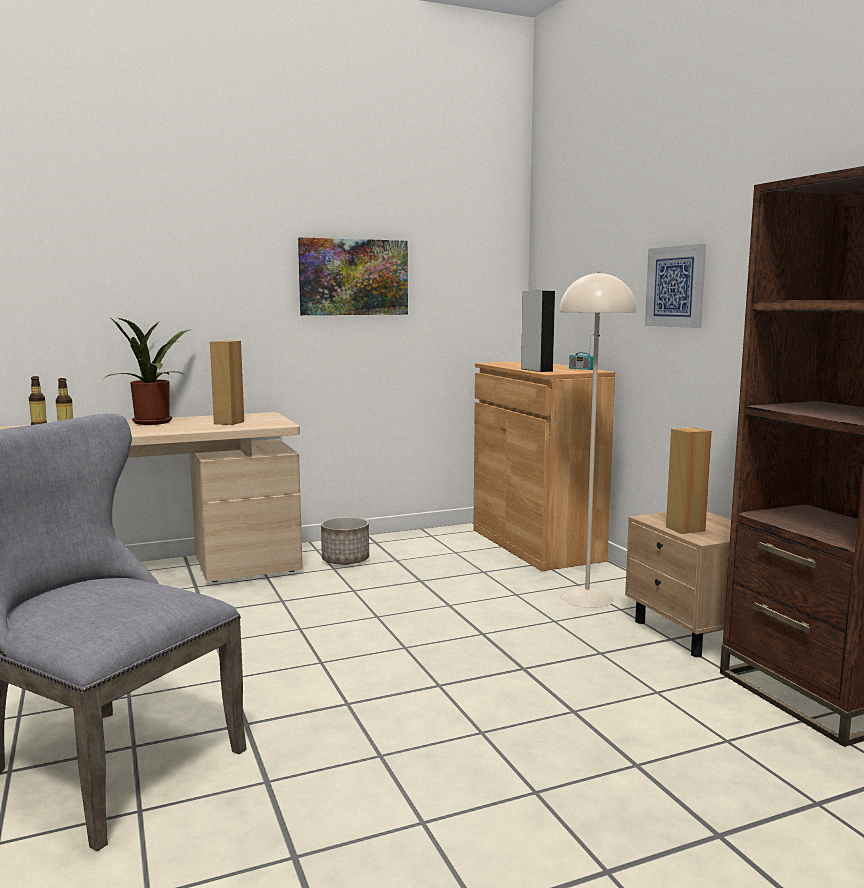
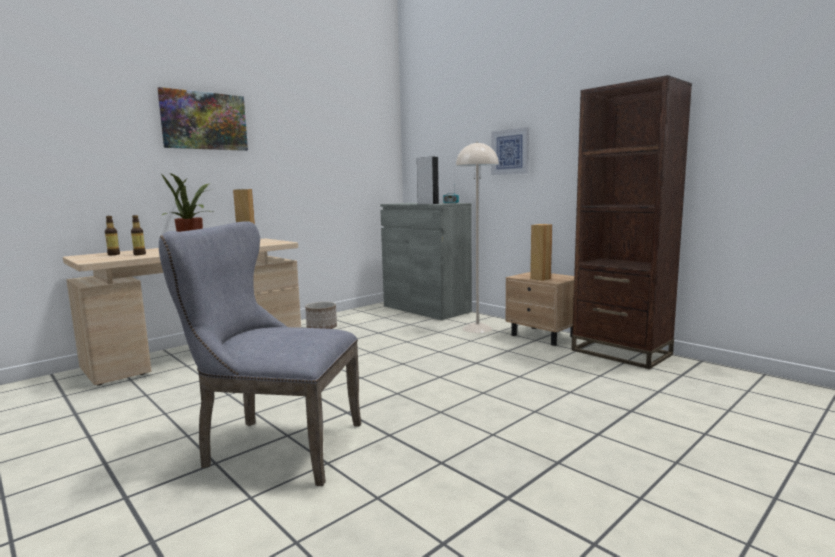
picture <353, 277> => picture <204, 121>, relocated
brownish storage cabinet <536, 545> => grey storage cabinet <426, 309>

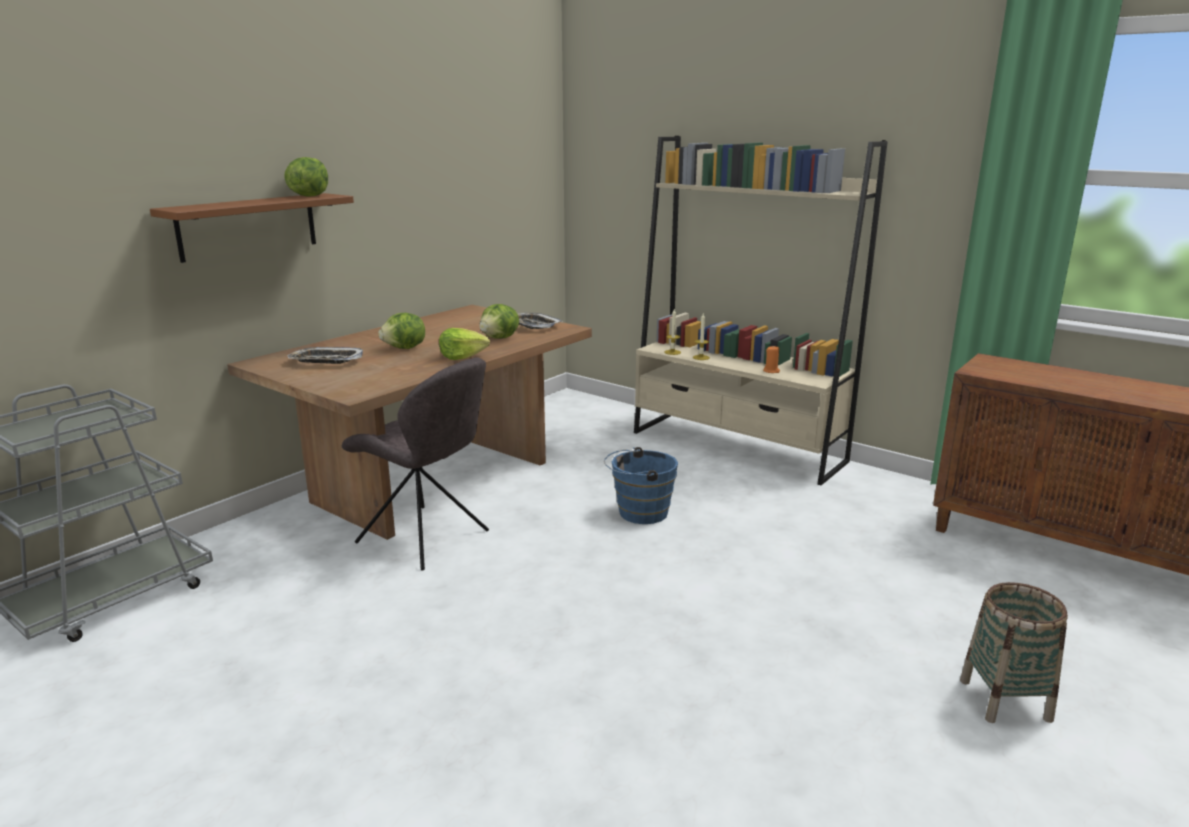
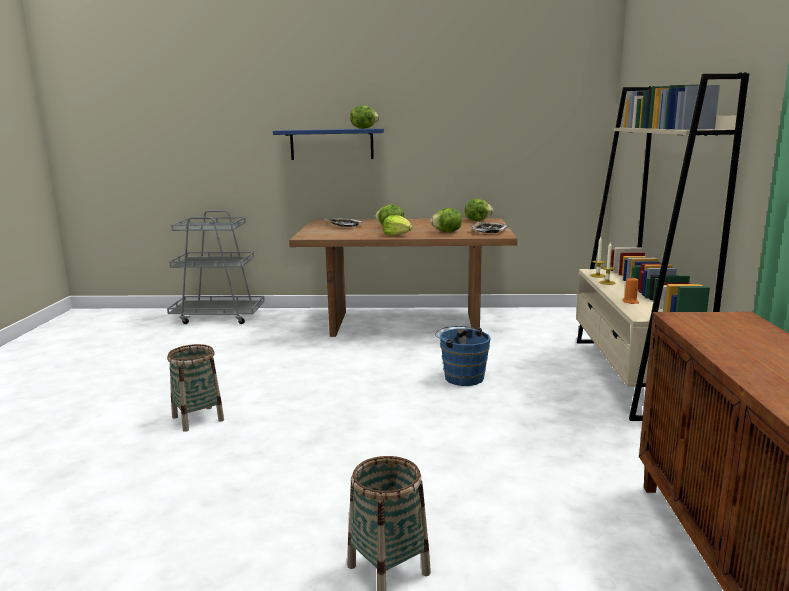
brownish bracket shelf <248, 226> => bluish bracket shelf <331, 144>
grey plain chair <426, 538> => nothing
nothing => lettuce <477, 220>
nothing => household basket <197, 418>

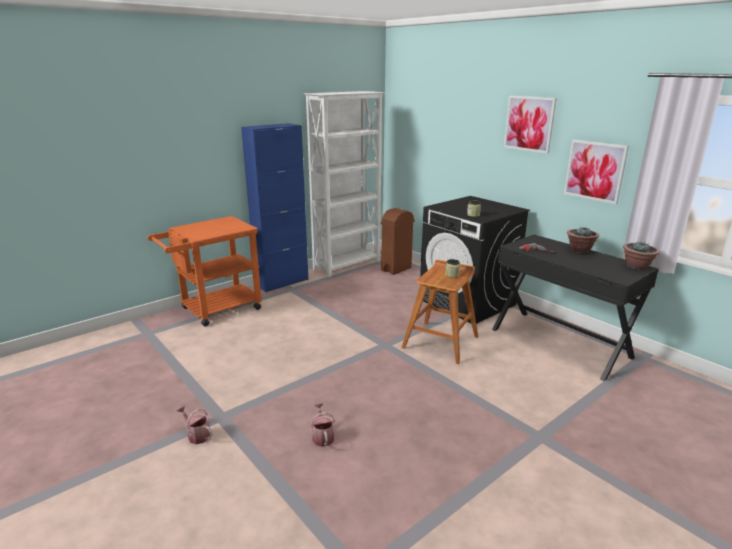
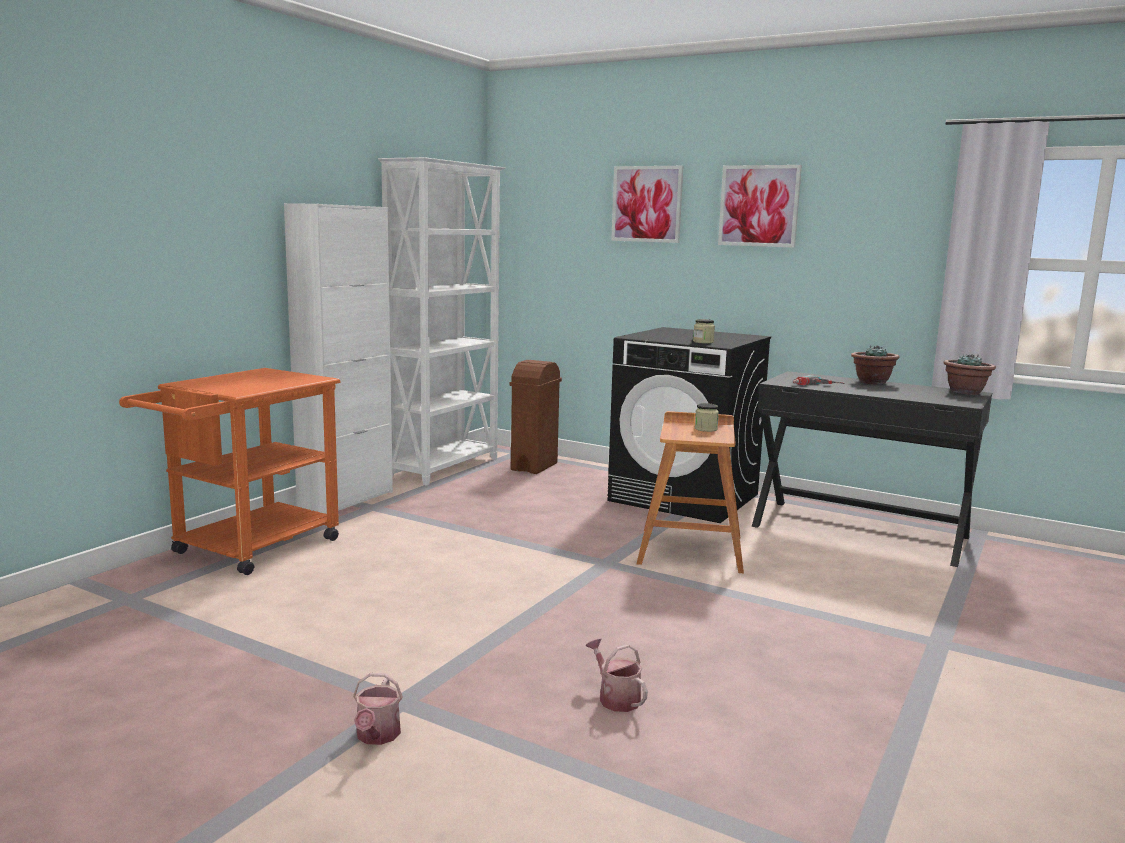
bluish storage cabinet <282, 282> => white storage cabinet <346, 499>
picture <595, 171> => picture <647, 204>, relocated
watering can <197, 435> => watering can <377, 736>, 105 degrees counterclockwise

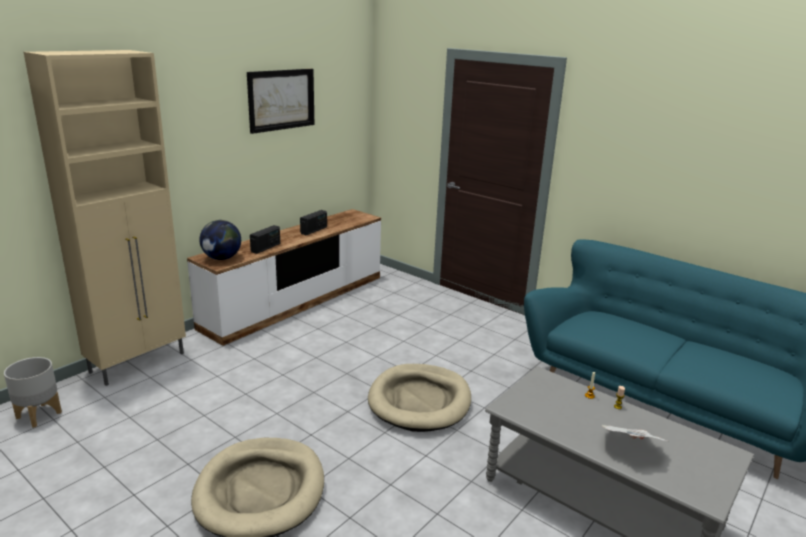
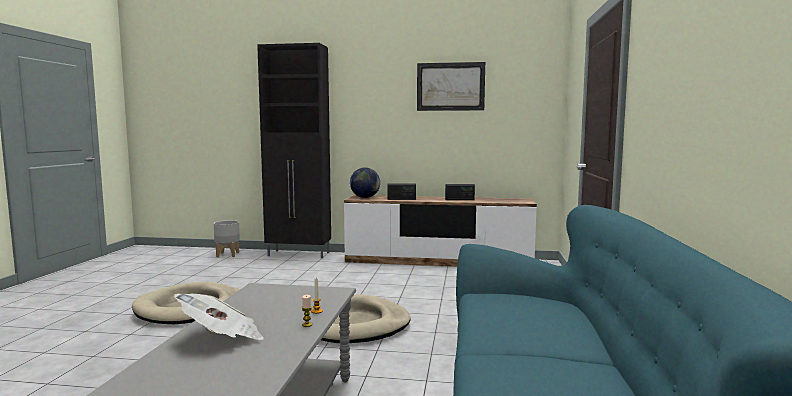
sand-coloured storage cabinet <139, 362> => black-coloured storage cabinet <299, 254>

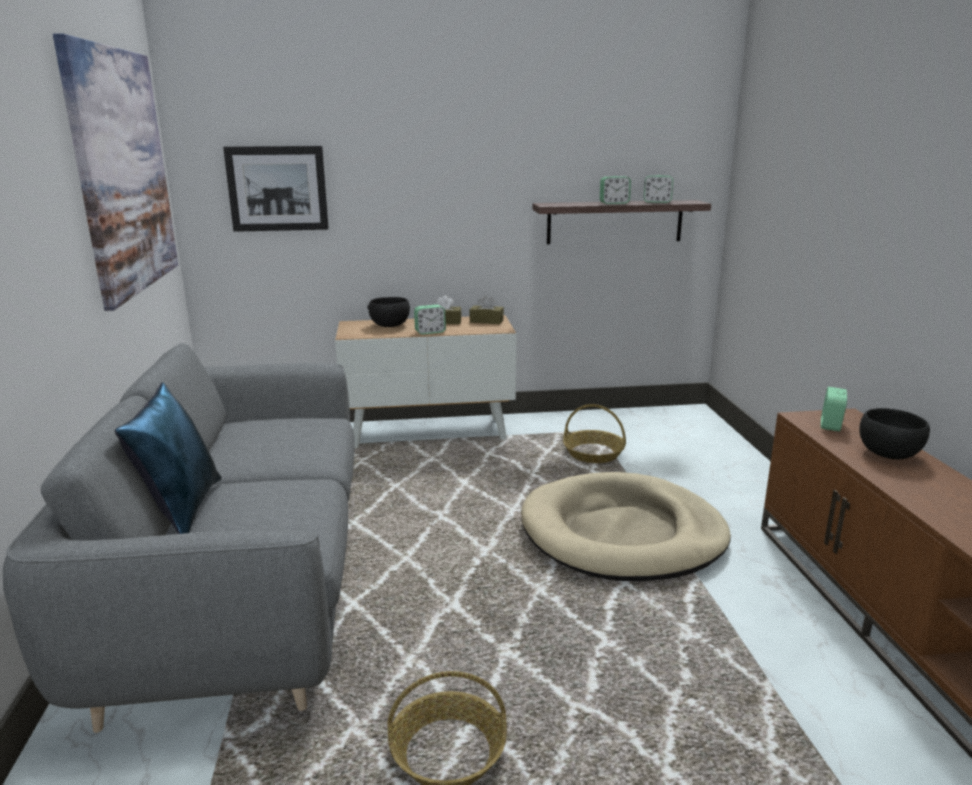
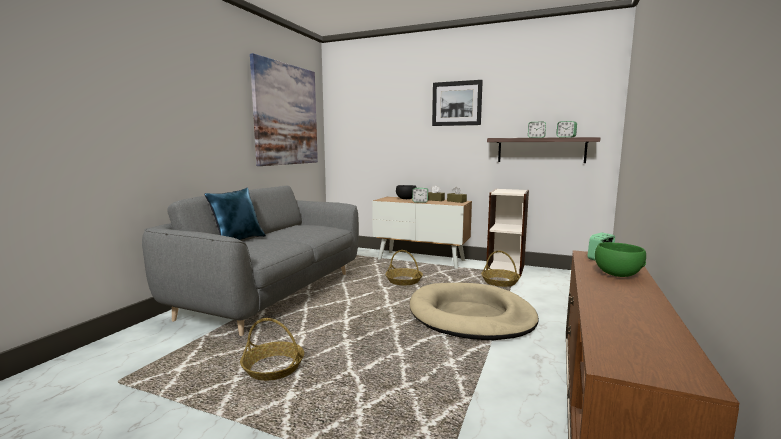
picture <277, 188> => picture <456, 103>, relocated
black-coloured serving bowl <888, 454> => green serving bowl <617, 274>
nothing => shelving unit <505, 268>
nothing => household basket <404, 281>

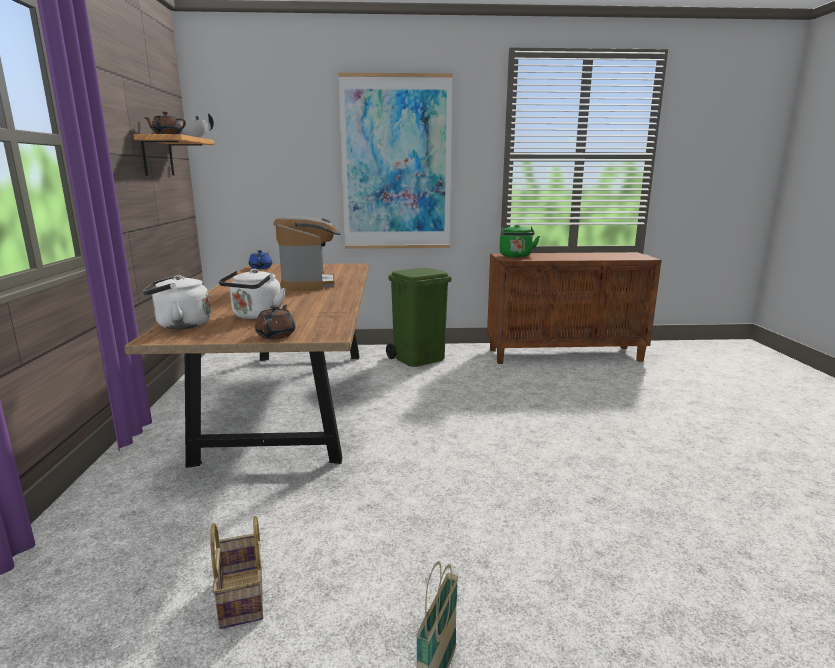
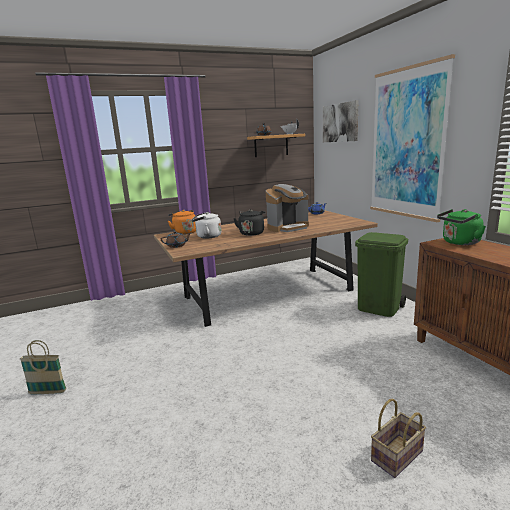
white tea kettle <180, 325> => orange tea kettle <184, 232>
household basket <243, 597> => household basket <397, 457>, relocated
nothing => picture <340, 122>
nothing => black-coloured tea kettle <252, 233>

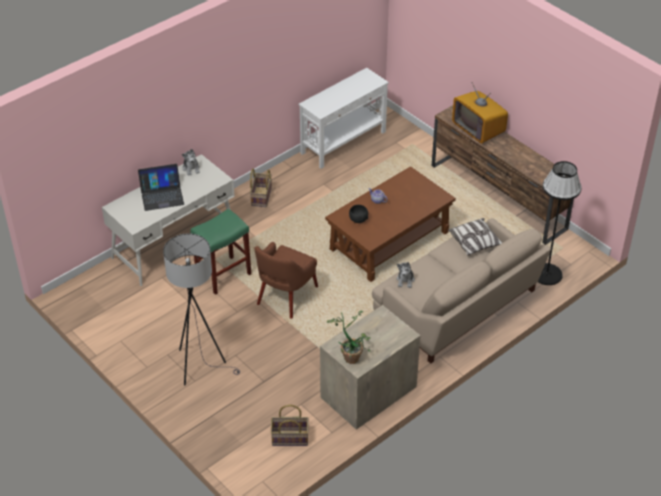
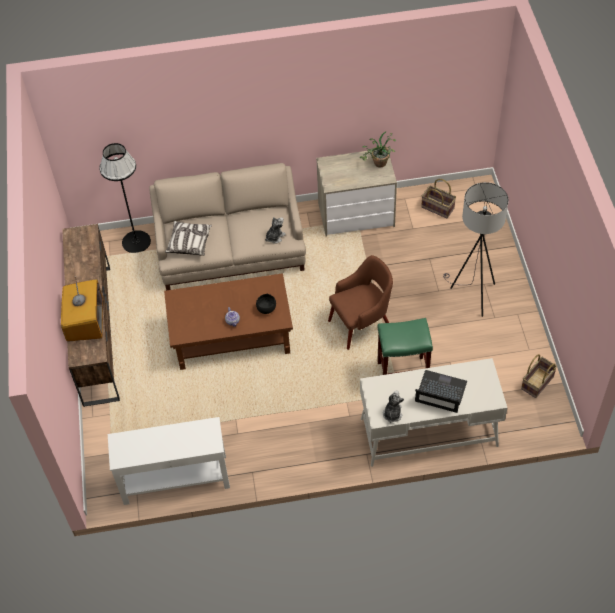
household basket <261, 196> => household basket <537, 383>, relocated

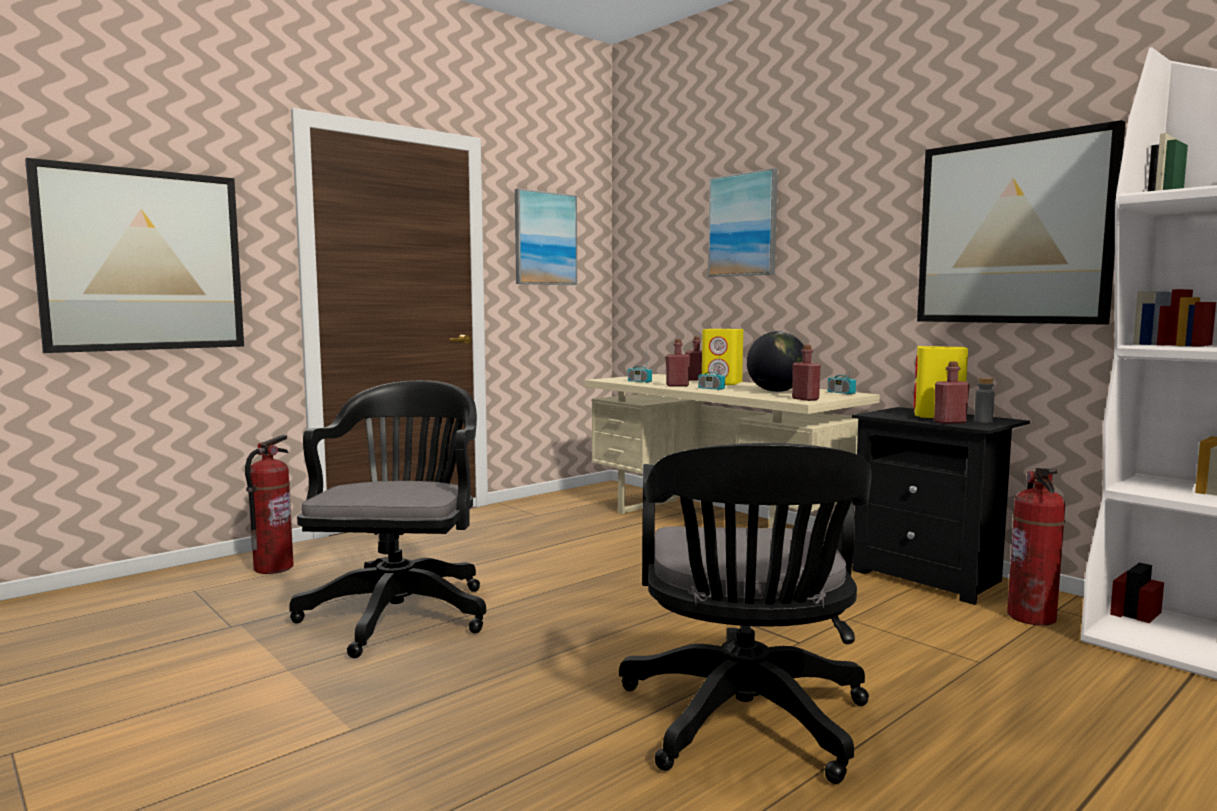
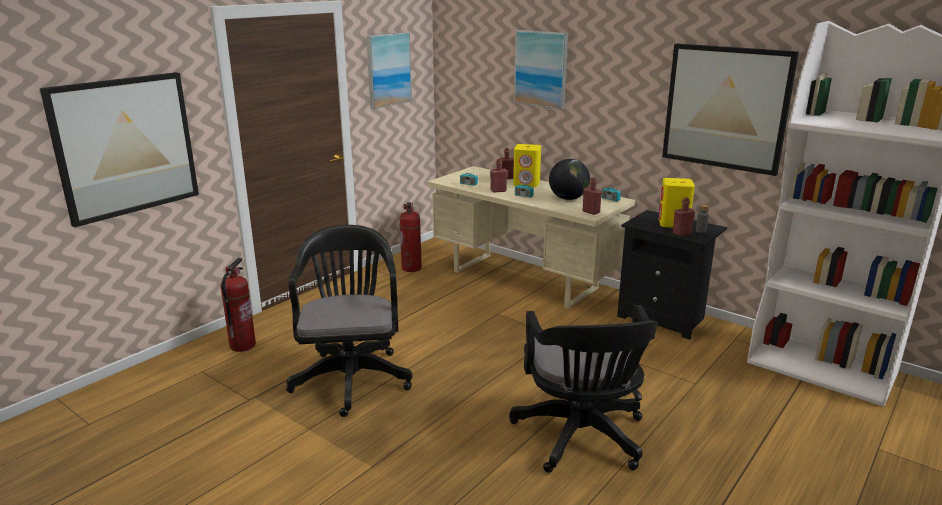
fire extinguisher <1031, 617> => fire extinguisher <411, 268>, relocated

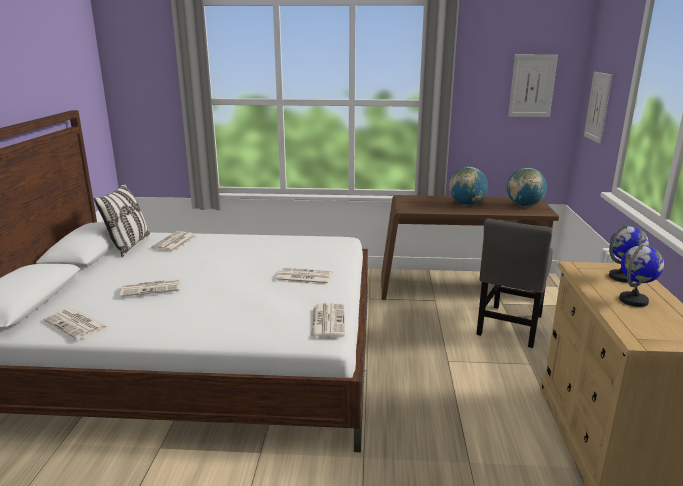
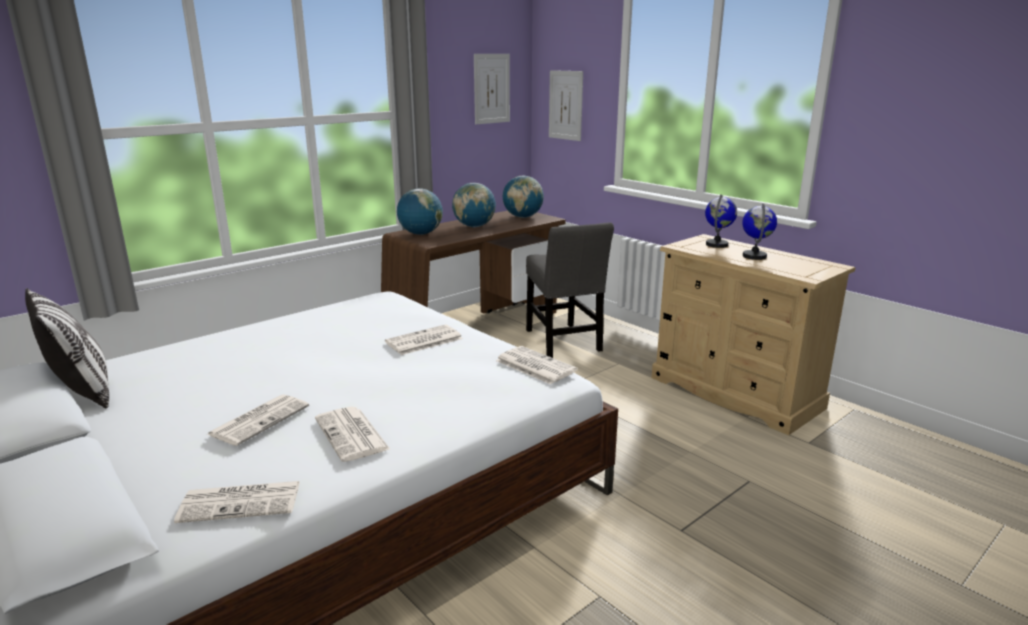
printed paper <174, 242> => printed paper <352, 435>, relocated
nothing => globe <420, 234>

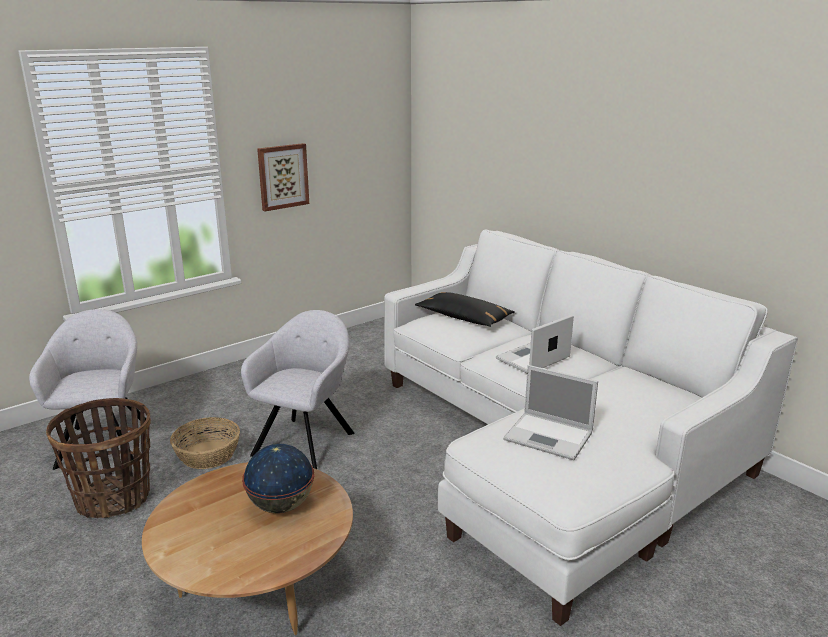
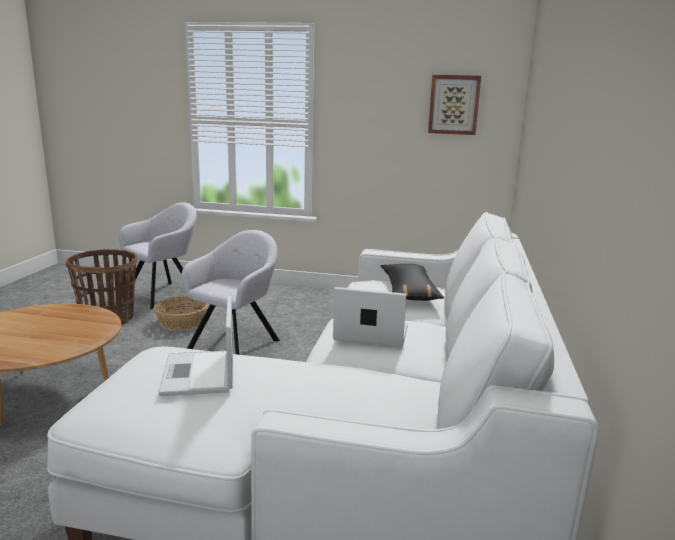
picture <283, 176> => picture <454, 105>, relocated
grey armchair <306, 441> => grey armchair <236, 343>, 45 degrees counterclockwise
globe <281, 505> => nothing

